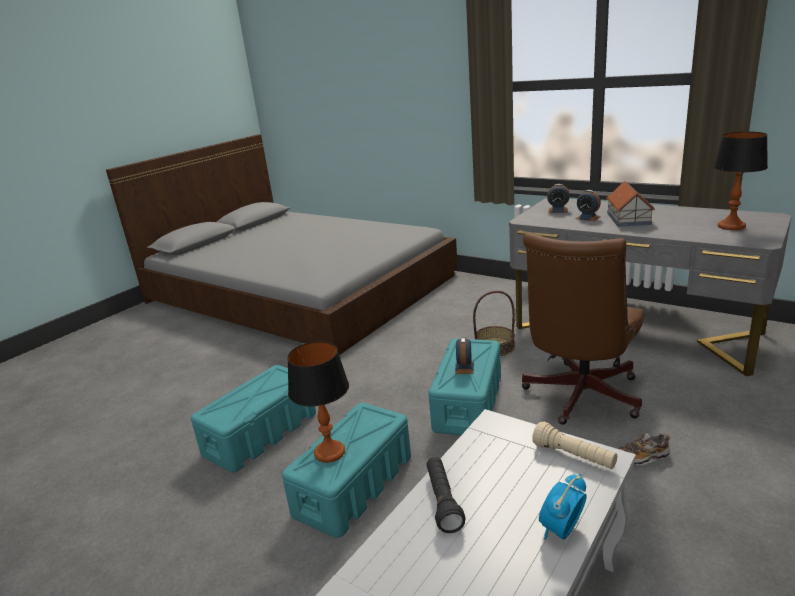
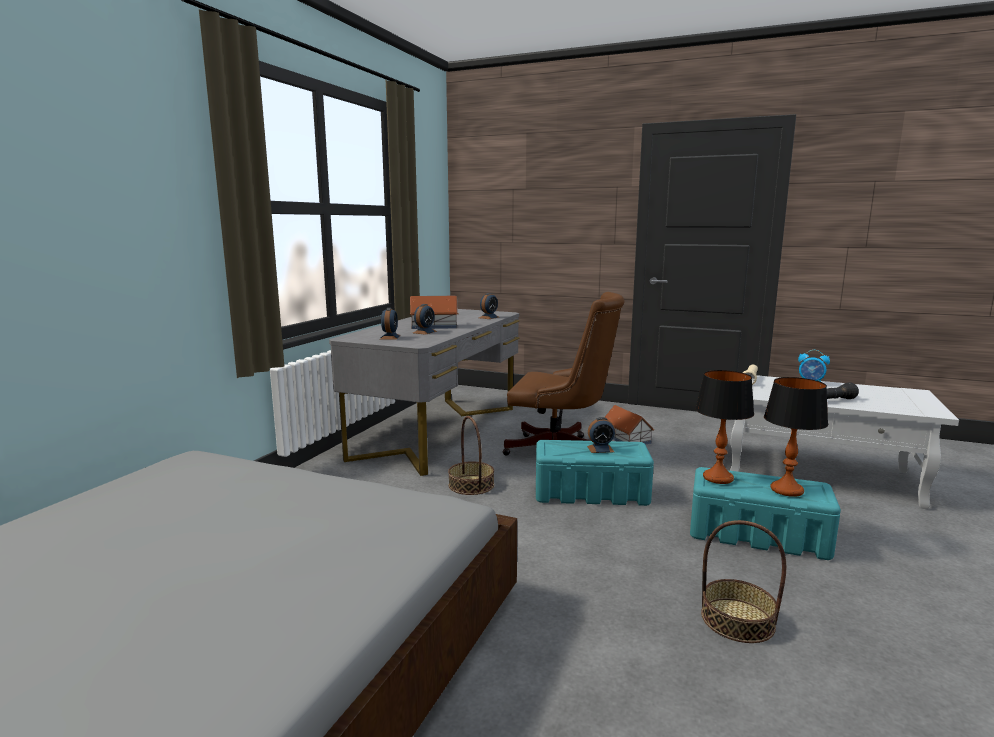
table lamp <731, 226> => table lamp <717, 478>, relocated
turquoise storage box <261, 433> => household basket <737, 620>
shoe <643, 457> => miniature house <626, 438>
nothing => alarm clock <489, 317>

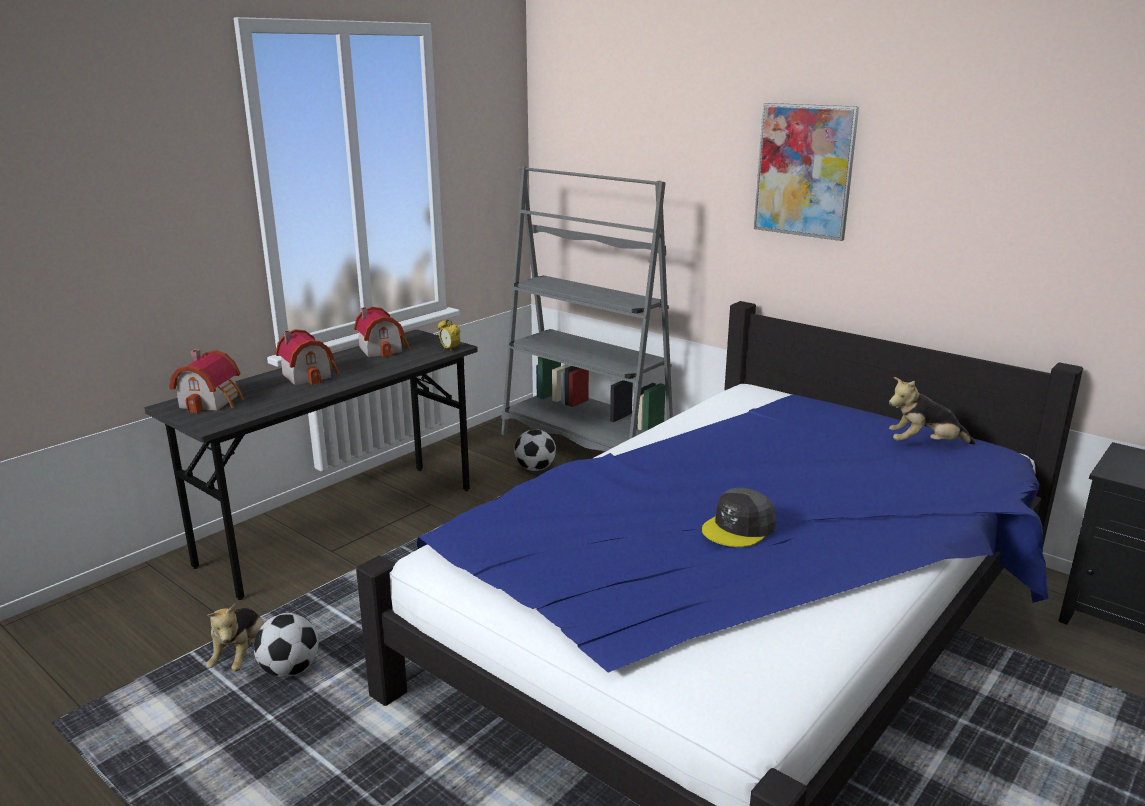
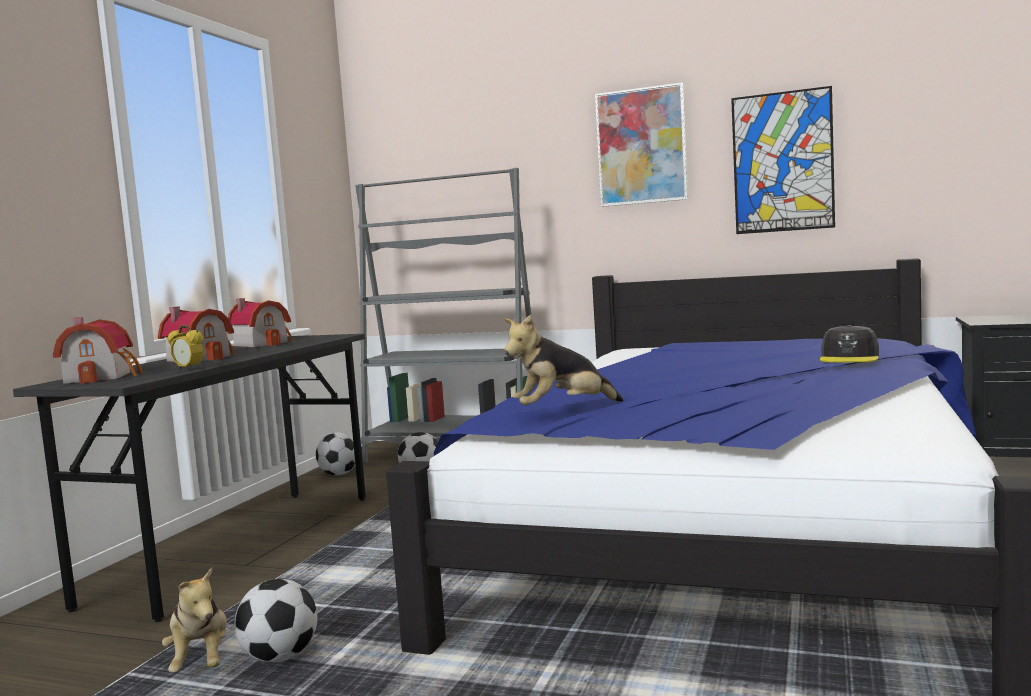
alarm clock <450, 349> => alarm clock <188, 369>, relocated
cuddly toy <924, 445> => cuddly toy <562, 410>, relocated
grey peaked cap <739, 528> => grey peaked cap <849, 358>, relocated
nothing => picture <782, 162>
nothing => football <339, 474>

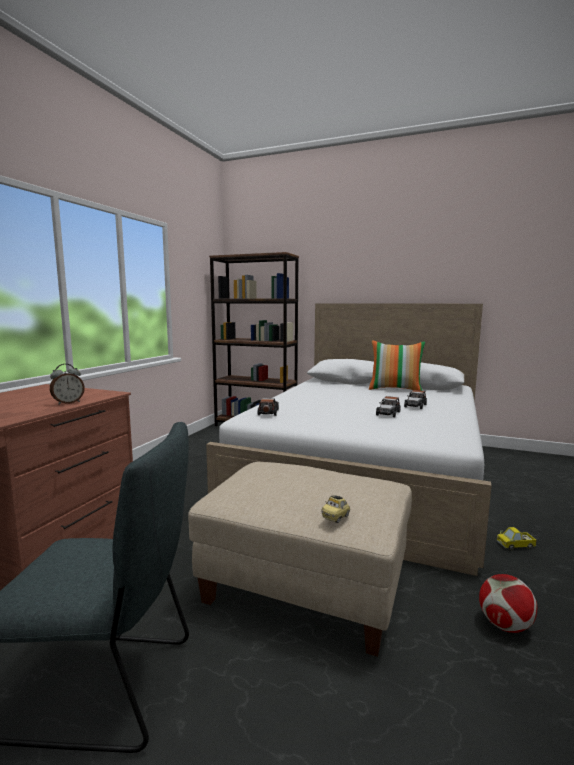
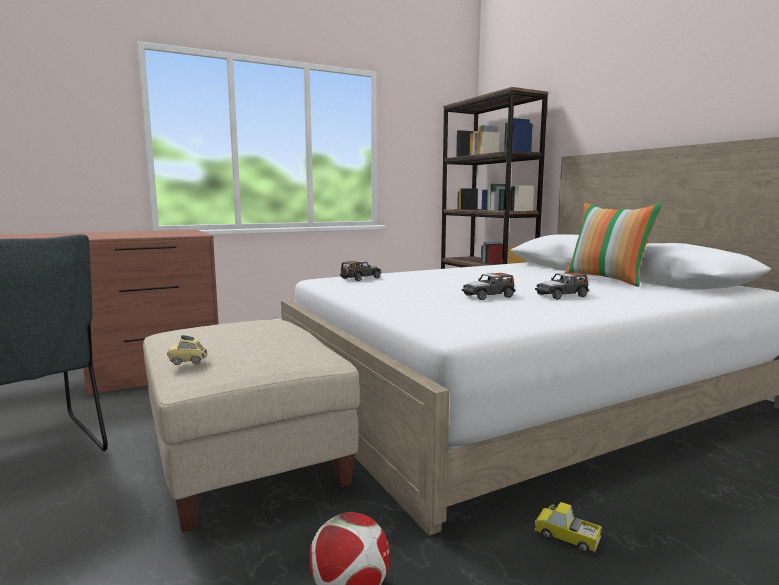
alarm clock <68, 403> => nothing

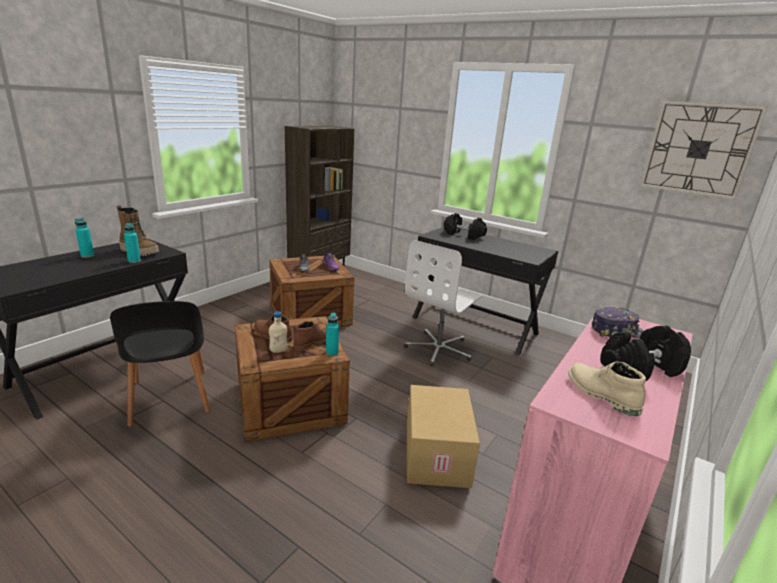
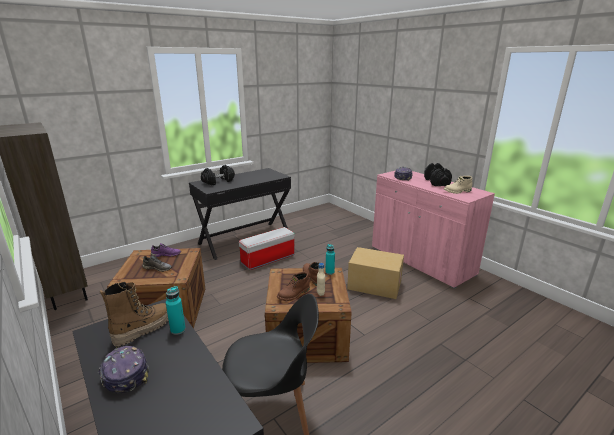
hanging clock <698, 149> => nothing
turquoise drink bottle <87, 256> => peaked cap <124, 374>
white desk chair <439, 349> => storage box <267, 259>

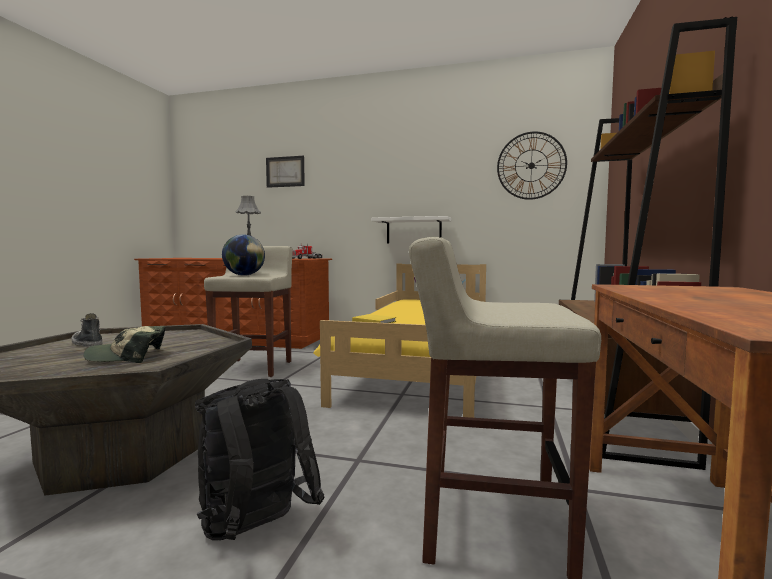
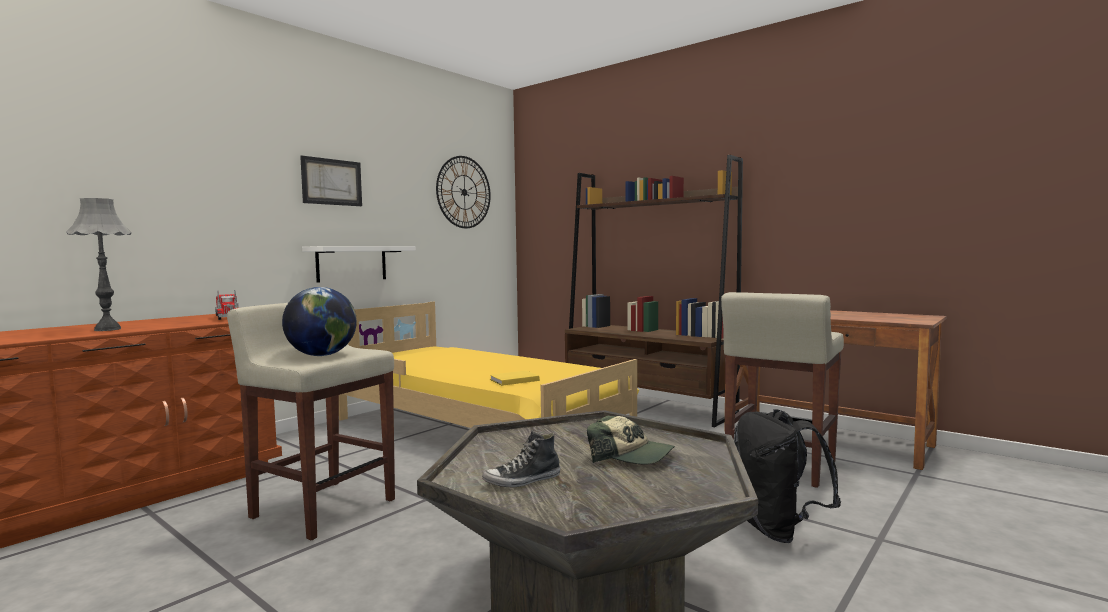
picture <285, 171> => picture <332, 182>, relocated
peaked cap <127, 357> => peaked cap <631, 456>, 75 degrees counterclockwise

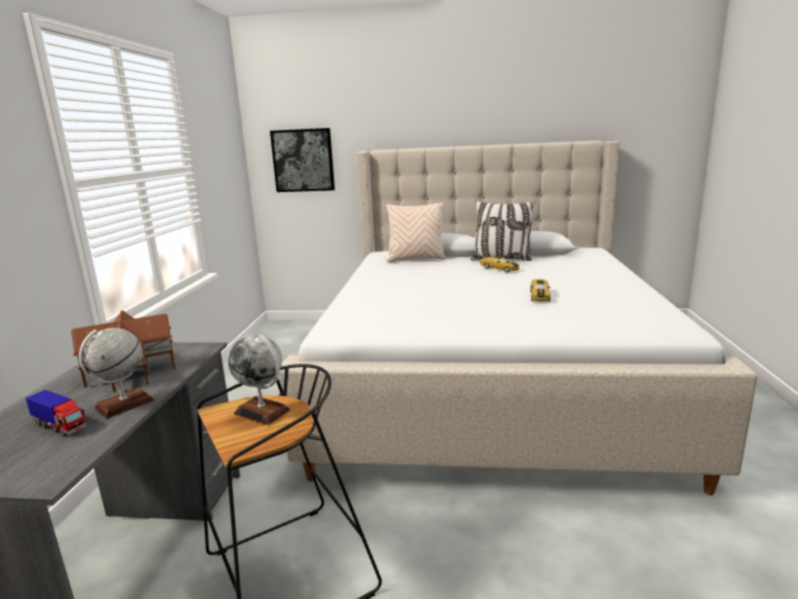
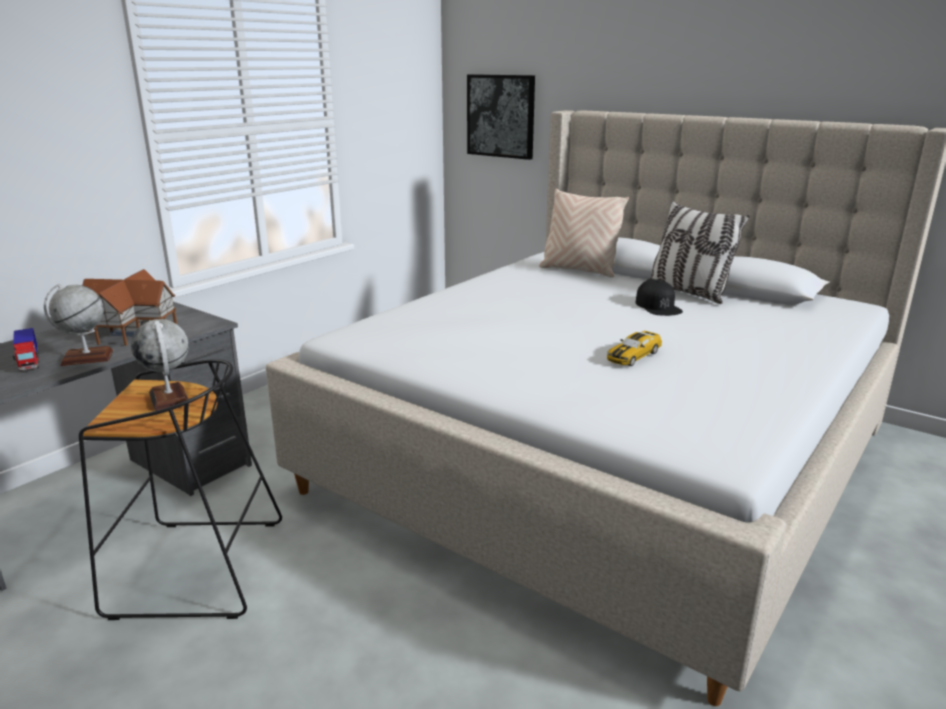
toy car <500, 269> => black-coloured peaked cap <658, 306>

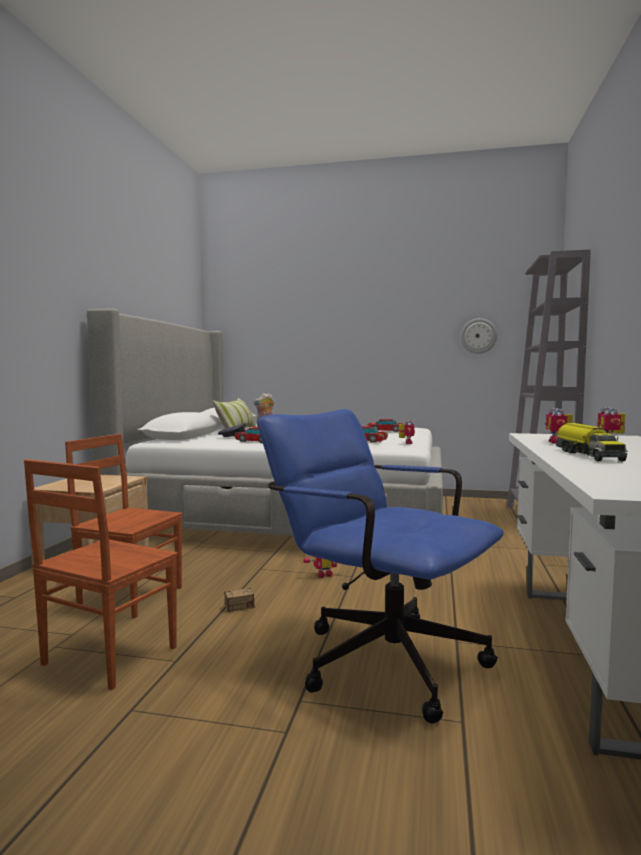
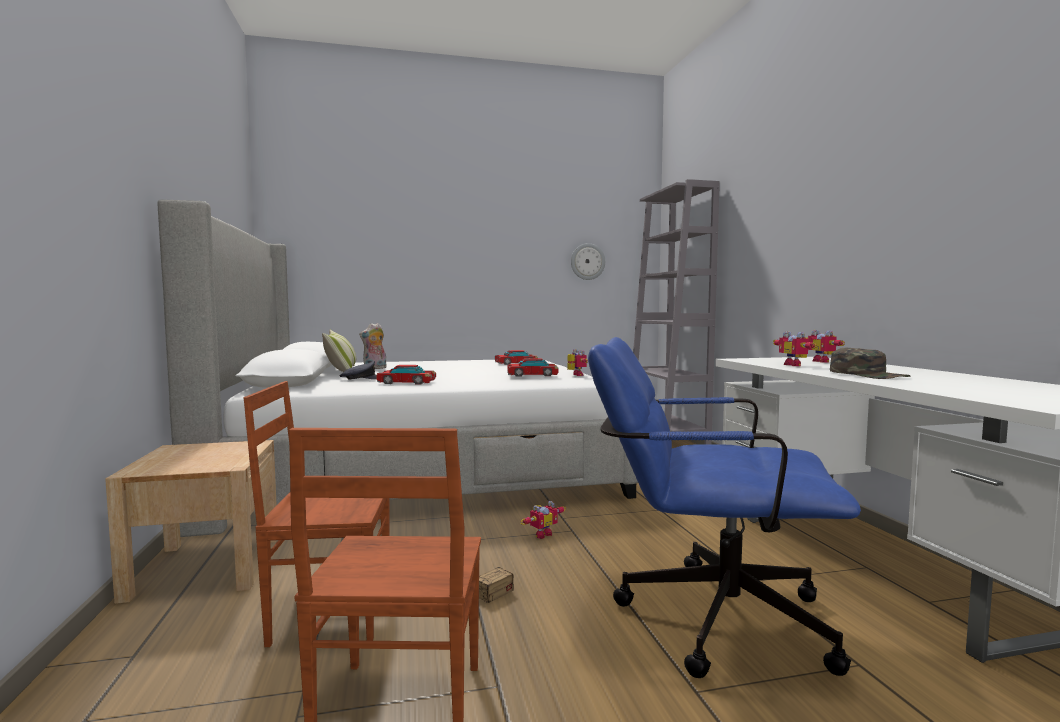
toy truck <587, 455> => green peaked cap <867, 375>

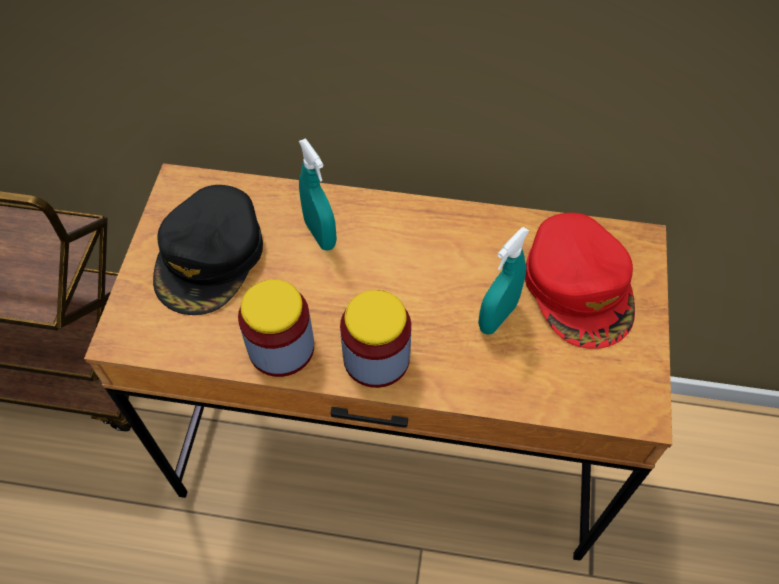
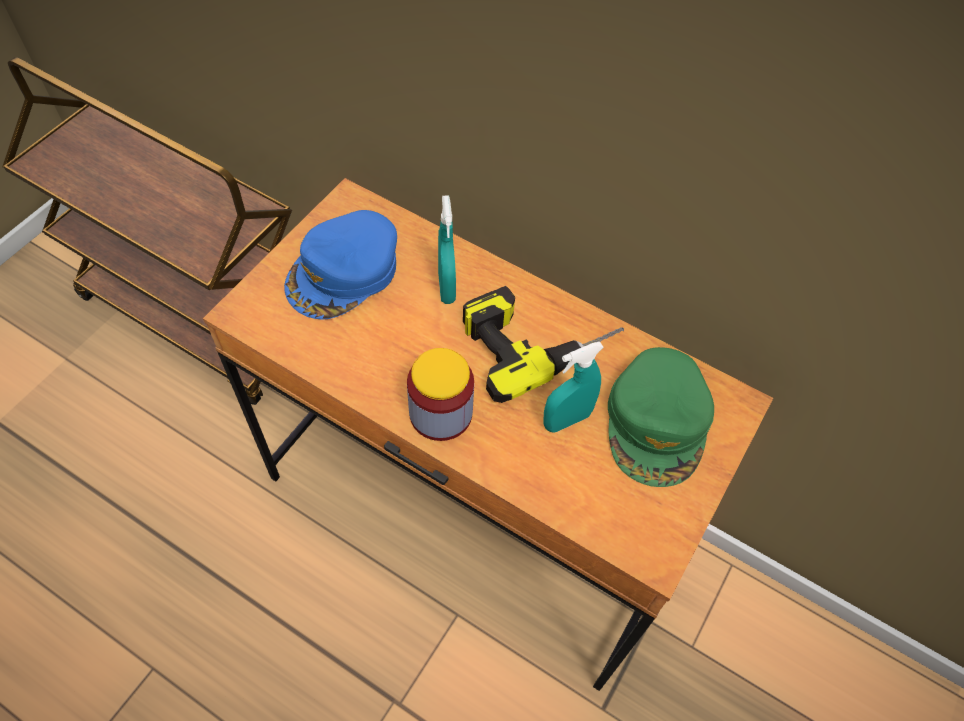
black-coloured peaked cap <210, 257> => bluish peaked cap <344, 272>
red-coloured peaked cap <579, 287> => green peaked cap <658, 423>
storage jar <281, 347> => nothing
nothing => electric drill <536, 337>

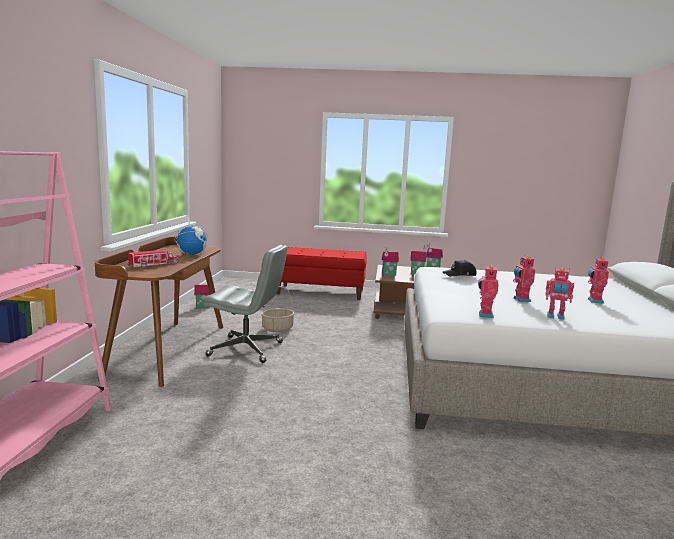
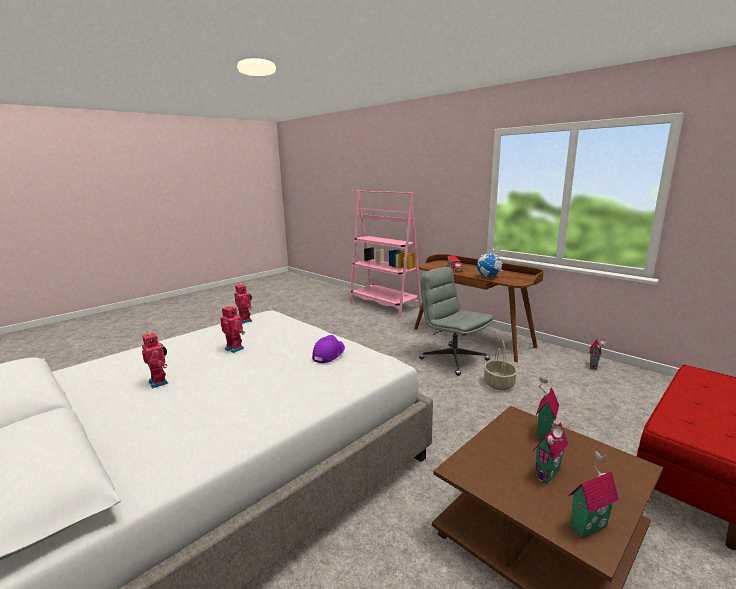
grey desk chair <247, 349> => grey desk chair <453, 359>, 90 degrees clockwise
black-coloured peaked cap <460, 275> => purple-coloured peaked cap <328, 354>
robot figure <555, 317> => nothing

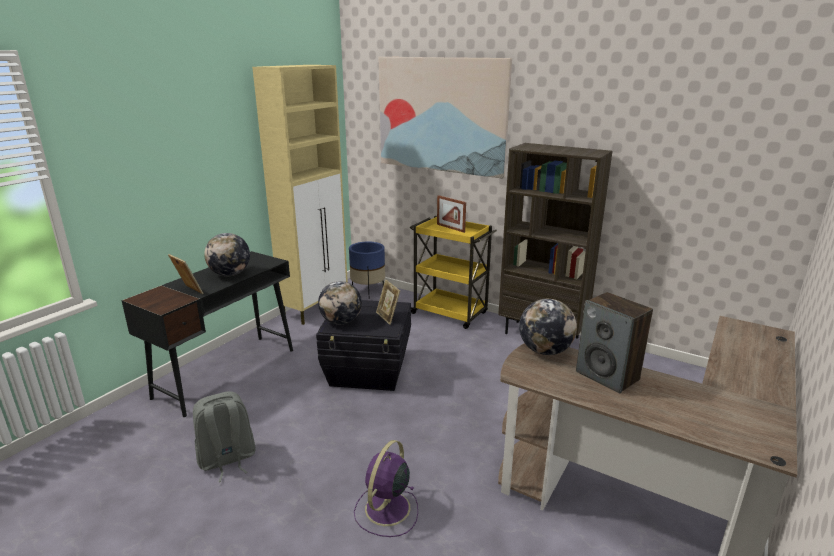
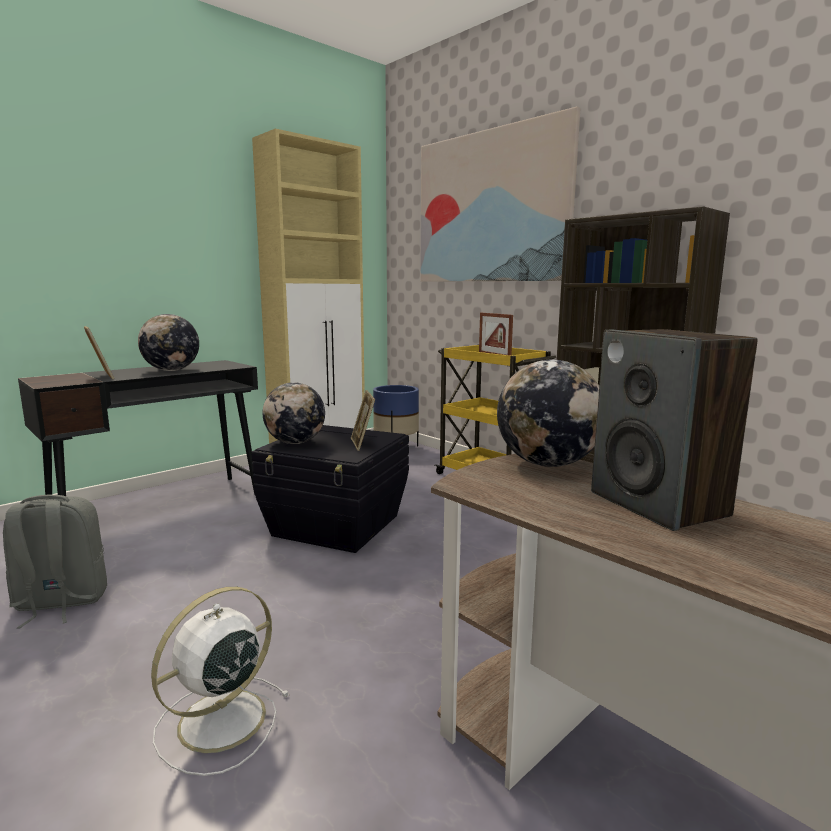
purple-coloured cooling fan <386, 510> => white cooling fan <218, 722>

